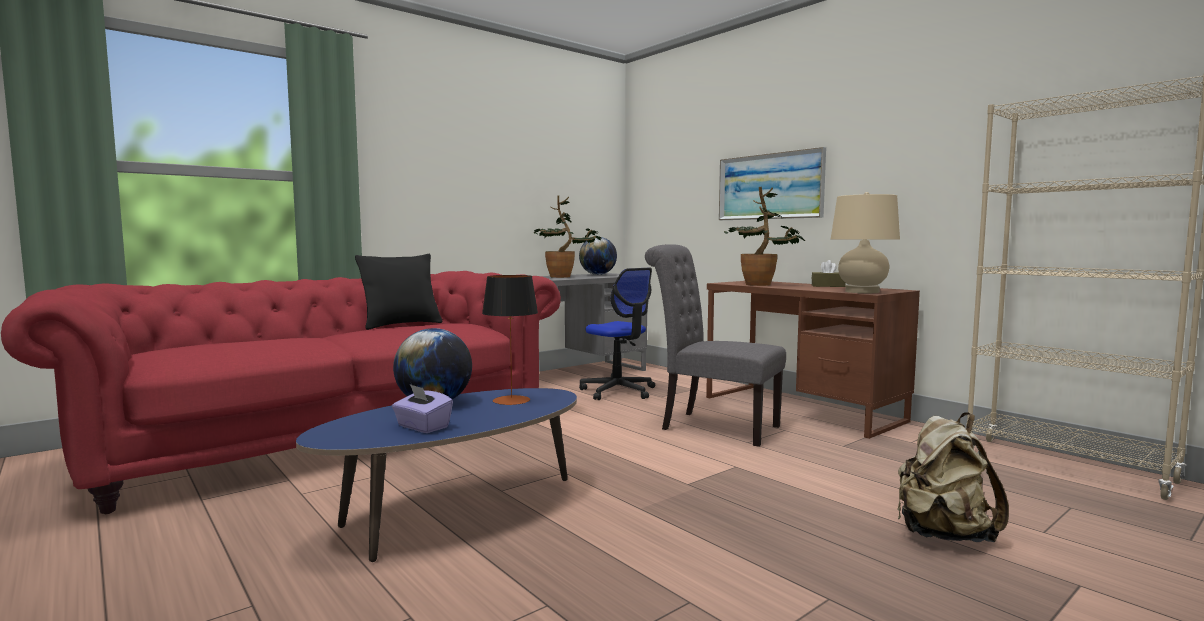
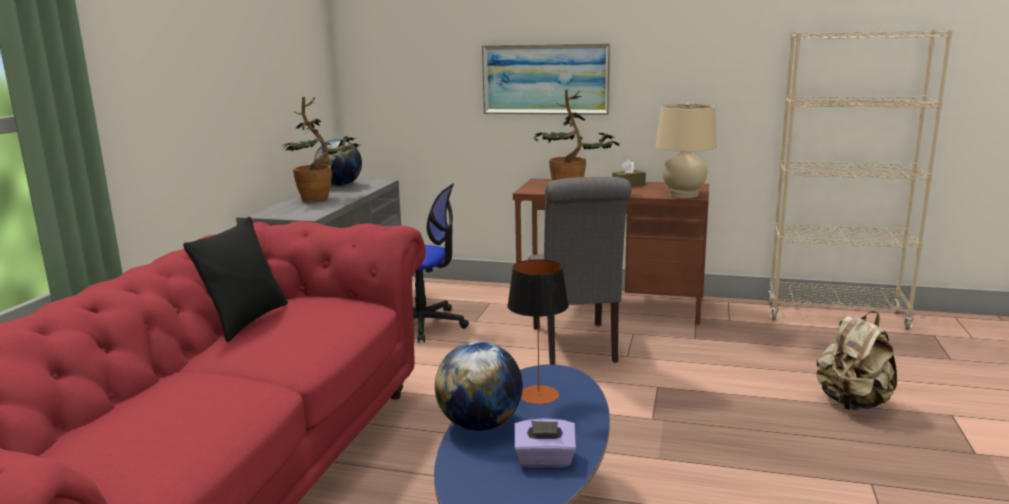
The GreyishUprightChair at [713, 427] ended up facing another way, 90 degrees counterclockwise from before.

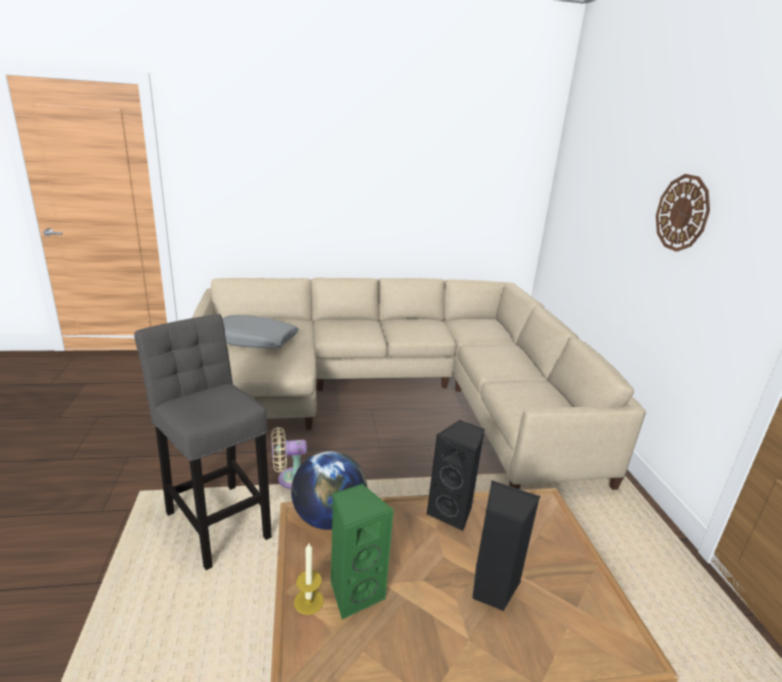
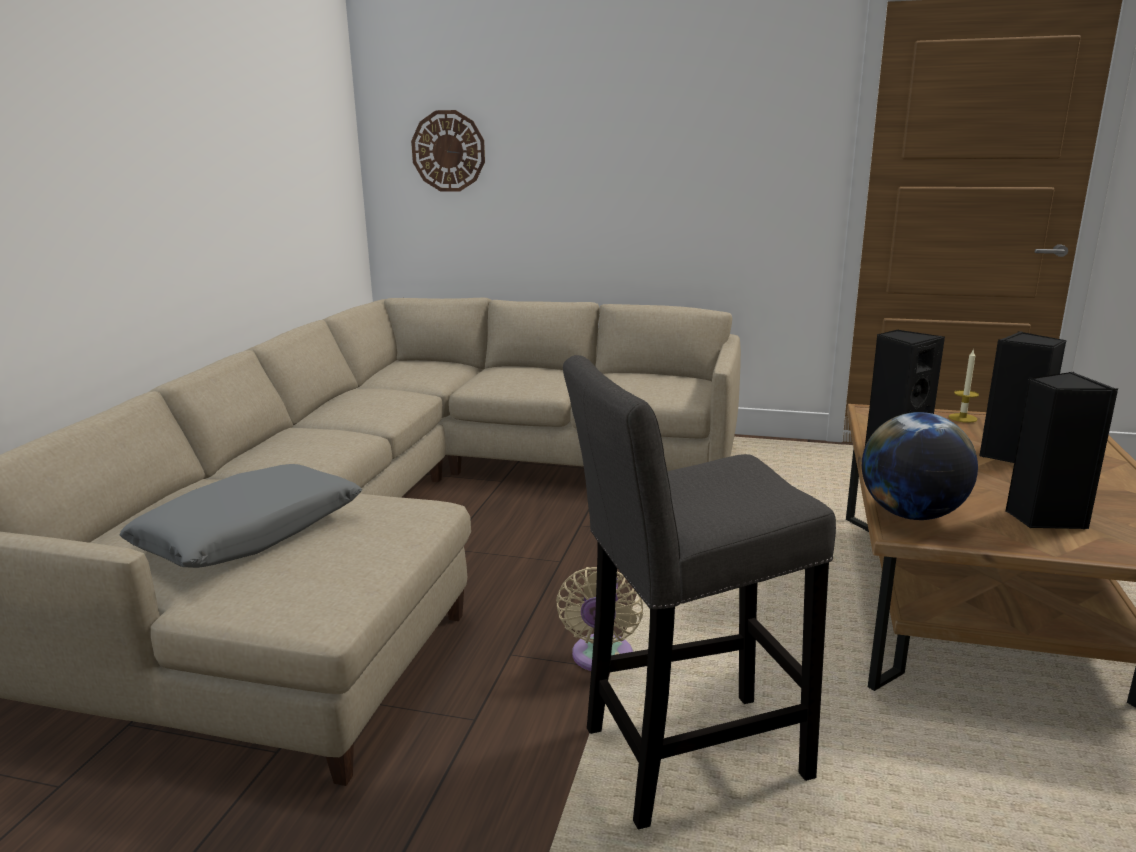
The WaxLight ended up elsewhere, having gone from [308, 601] to [962, 418].
The HangingClock ended up elsewhere, having gone from [682, 213] to [448, 151].
What was the GreenColouredAudioSpeaker at [355, 592] turned into the BlackAudioSpeaker at [1042, 517].

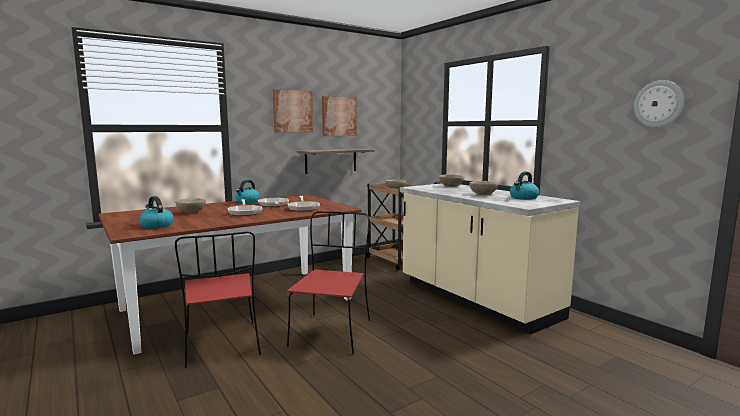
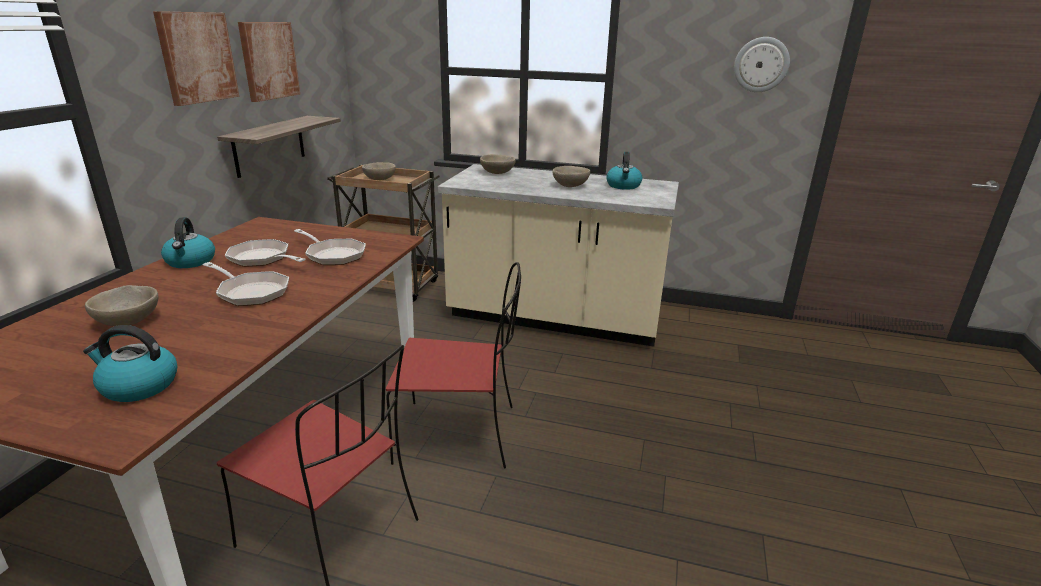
The ReddishUprightChair at [332, 332] ended up facing another way, 120 degrees clockwise from before.

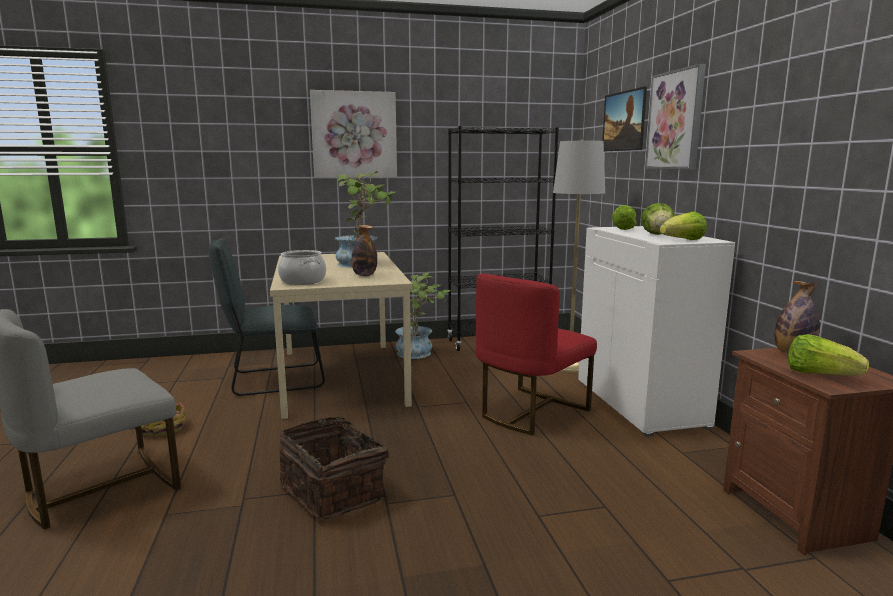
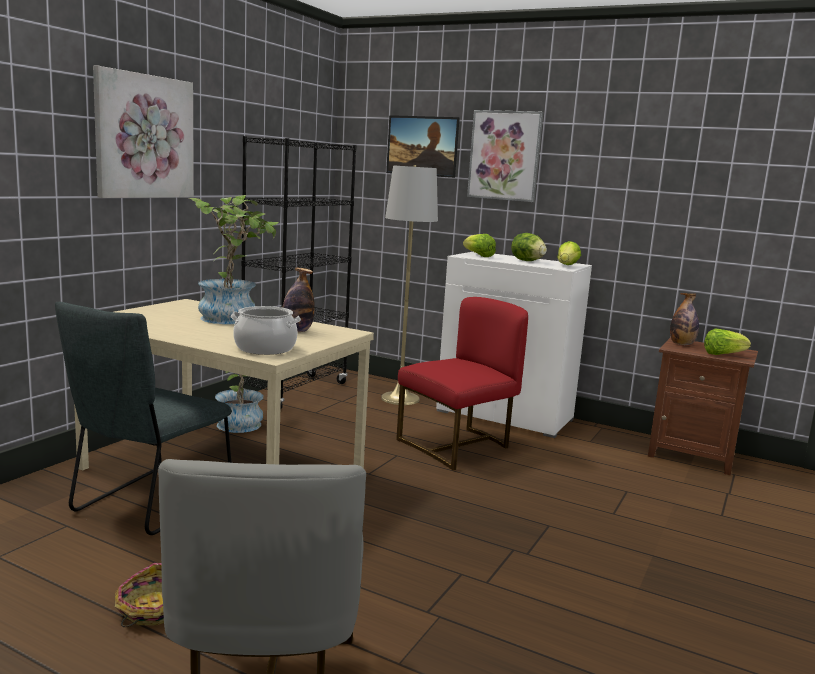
The second view lost the HouseholdBasket at [334, 490].
The ReddishUprightChair at [530, 412] ended up facing another way, 120 degrees counterclockwise from before.

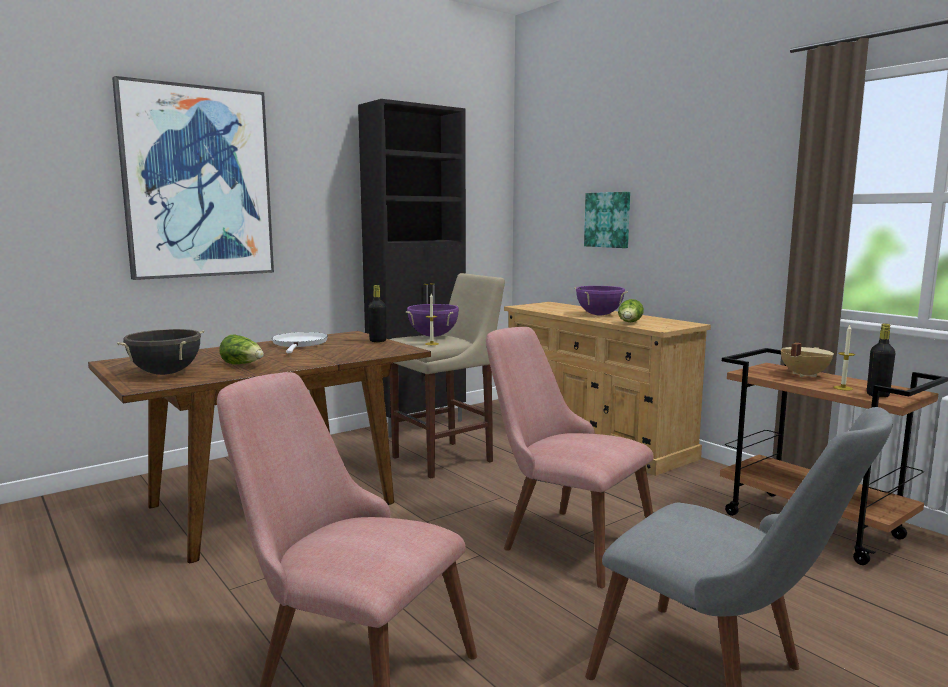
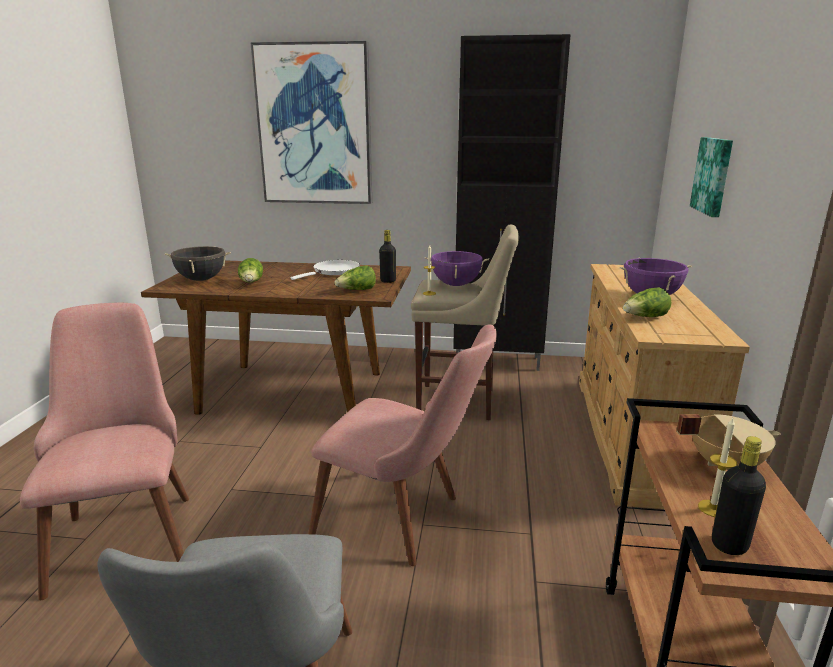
The second view gained the Lettuce at [357, 290].
The PinkColouredUprightChair at [562, 539] ended up facing another way, 120 degrees clockwise from before.

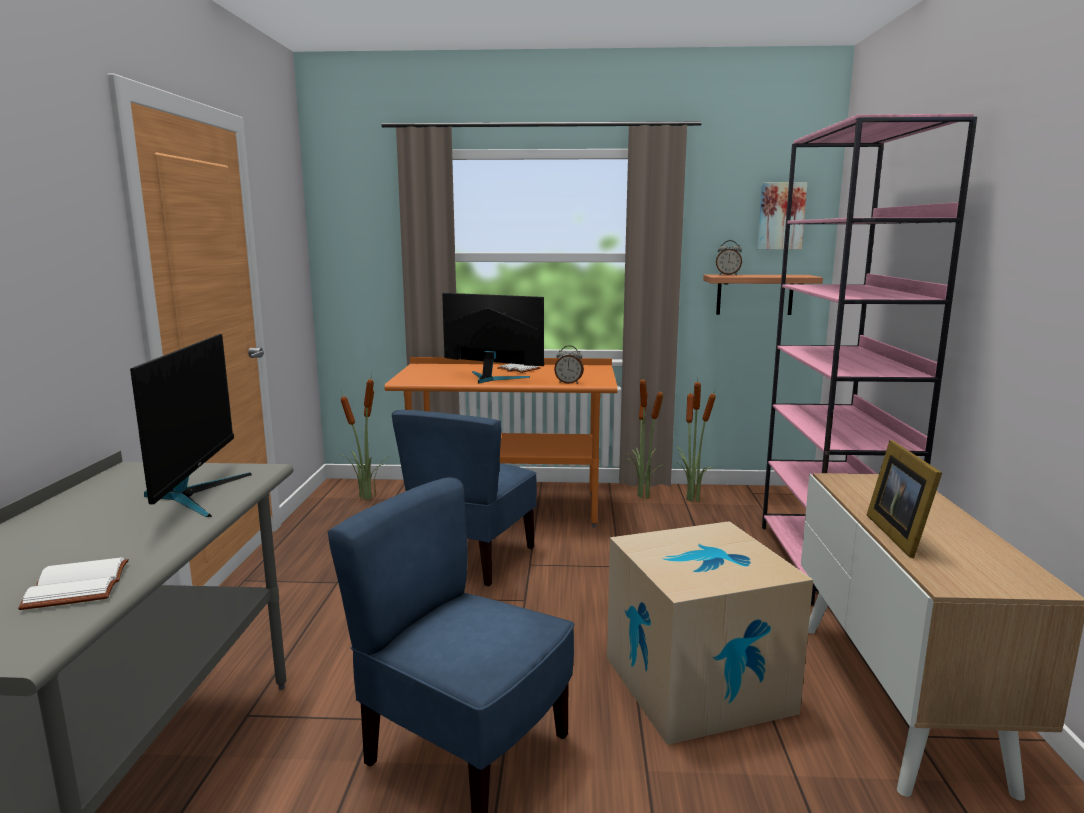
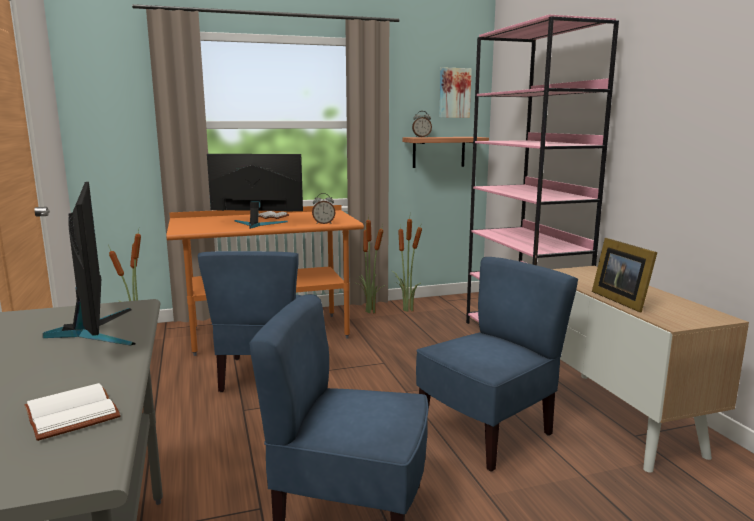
Where the CardboardBox stood at [697, 684], the BlueColouredUprightChair came to stand at [487, 432].

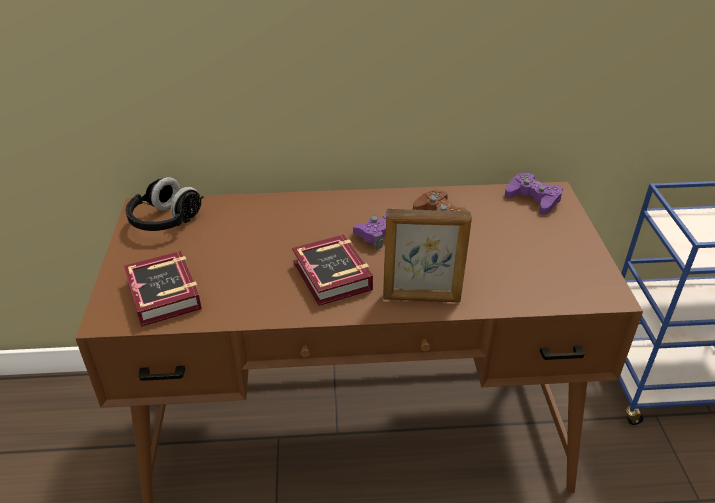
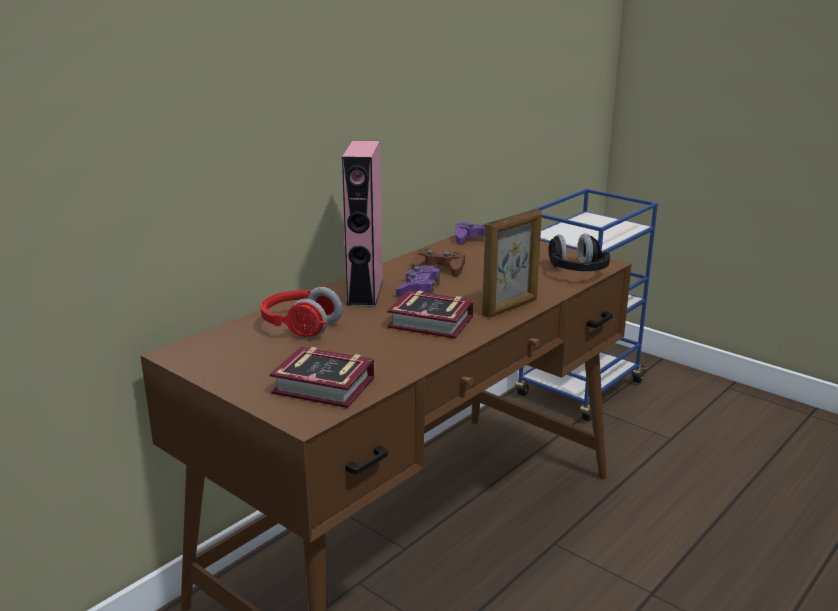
The second view gained the ReddishPairOfHeadphones at [301, 327].
The second view gained the PinkColouredAudioSpeaker at [365, 292].
The BlackPairOfHeadphones ended up elsewhere, having gone from [166, 221] to [576, 272].

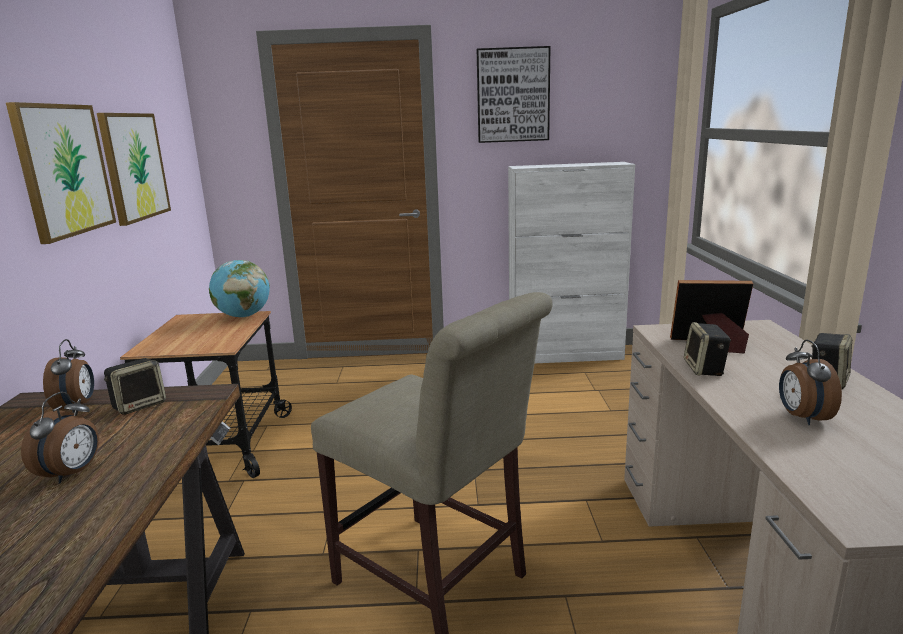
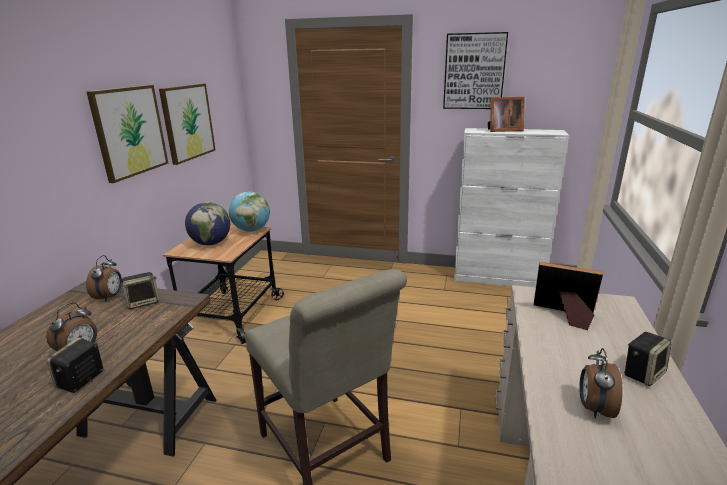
The second view gained the WorldGlobe at [211, 243].
The second view gained the PhotoFrame at [503, 130].
The AudioSpeaker ended up elsewhere, having gone from [705, 369] to [81, 381].

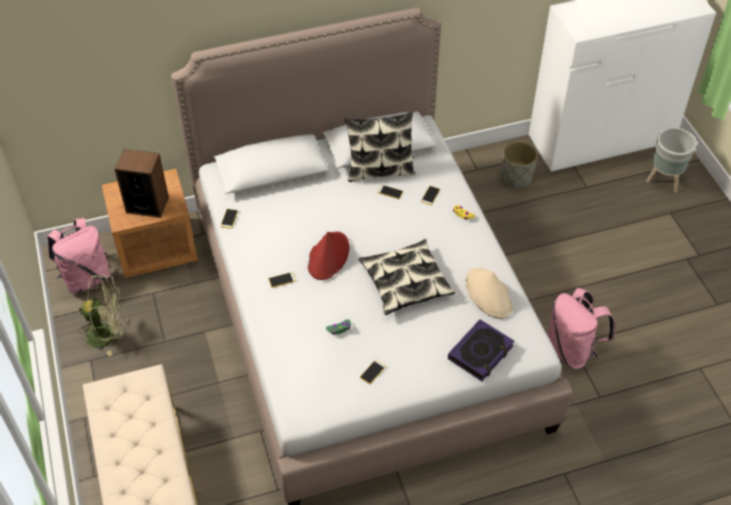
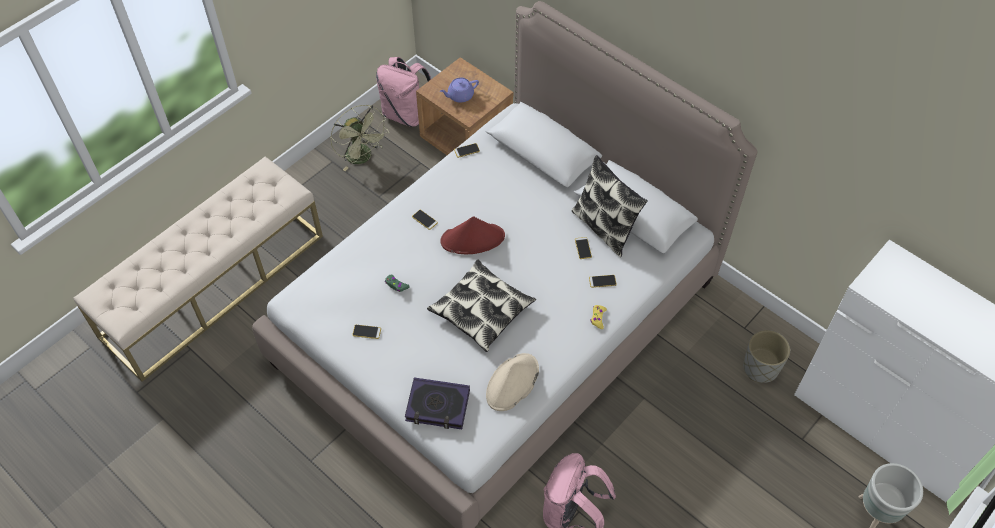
Where the AudioSpeaker stood at [147, 205], the PurpleColouredTeaPot came to stand at [460, 96].

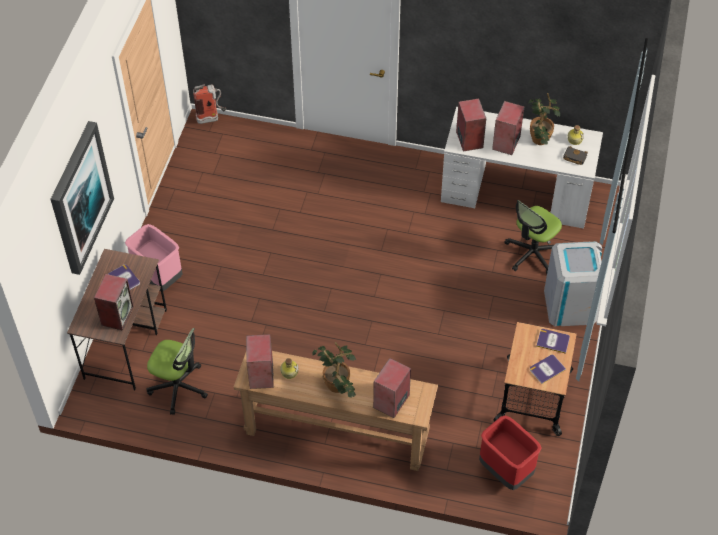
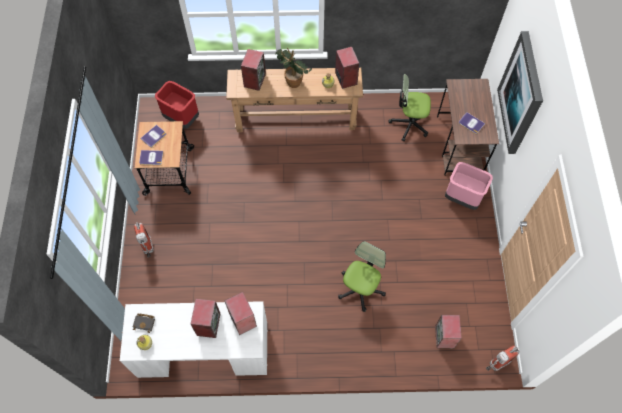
The second view lost the PottedPlant at [538, 142].
The AudioSpeaker ended up elsewhere, having gone from [117, 315] to [445, 337].
The ComputerChair ended up elsewhere, having gone from [532, 254] to [360, 289].
Where the GreyishTrashCan stood at [570, 305], the Extinguisher came to stand at [148, 249].

